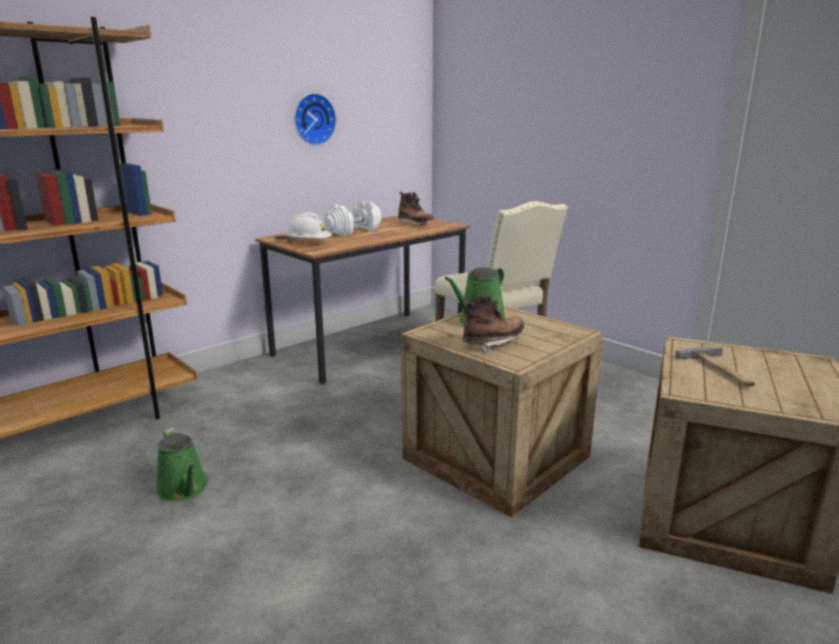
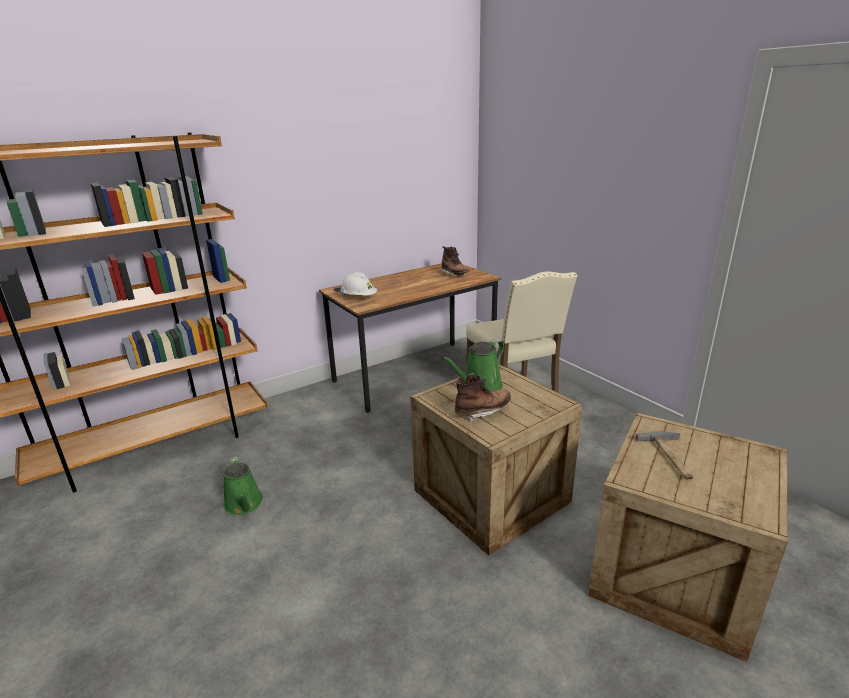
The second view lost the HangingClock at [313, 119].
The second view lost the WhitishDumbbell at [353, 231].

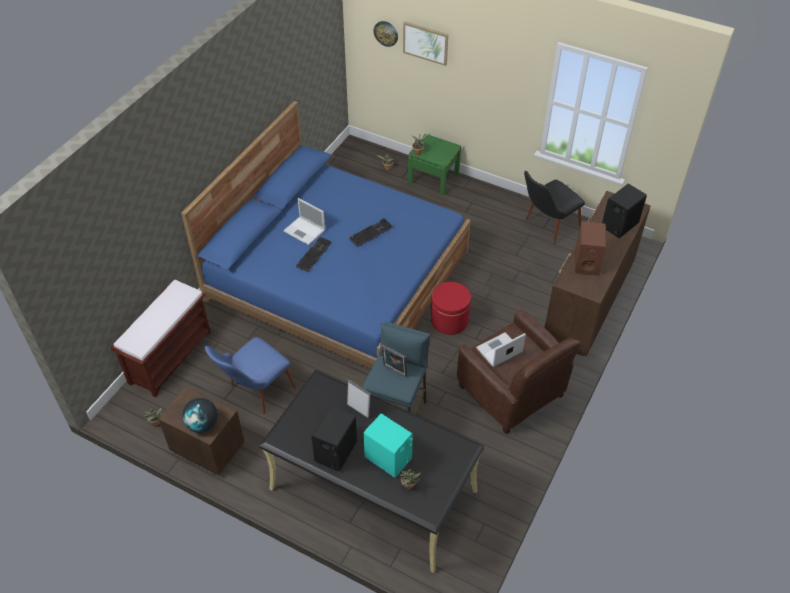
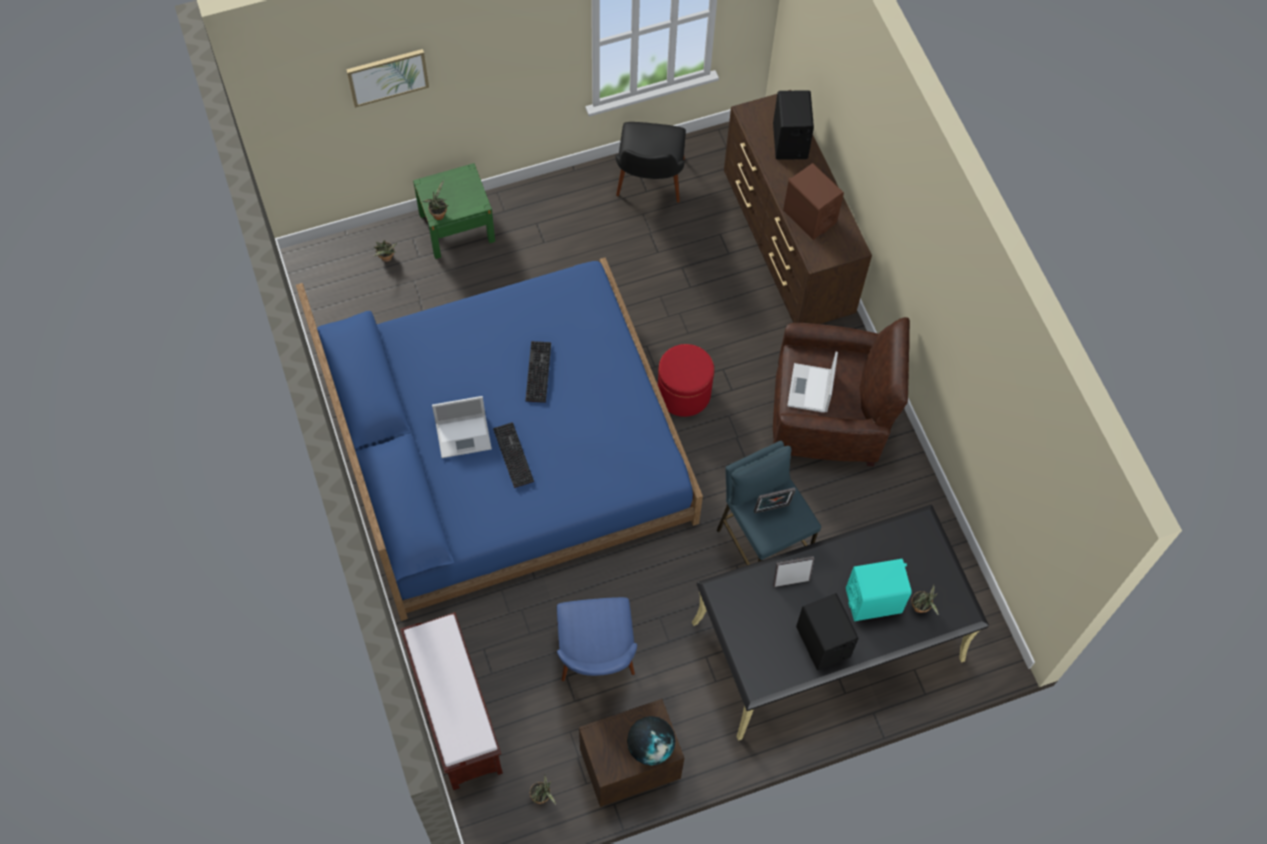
The second view lost the HangingClock at [386, 33].

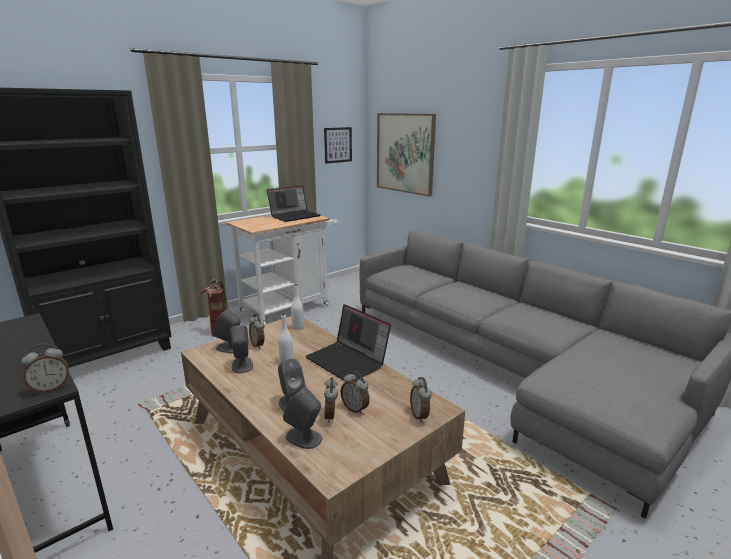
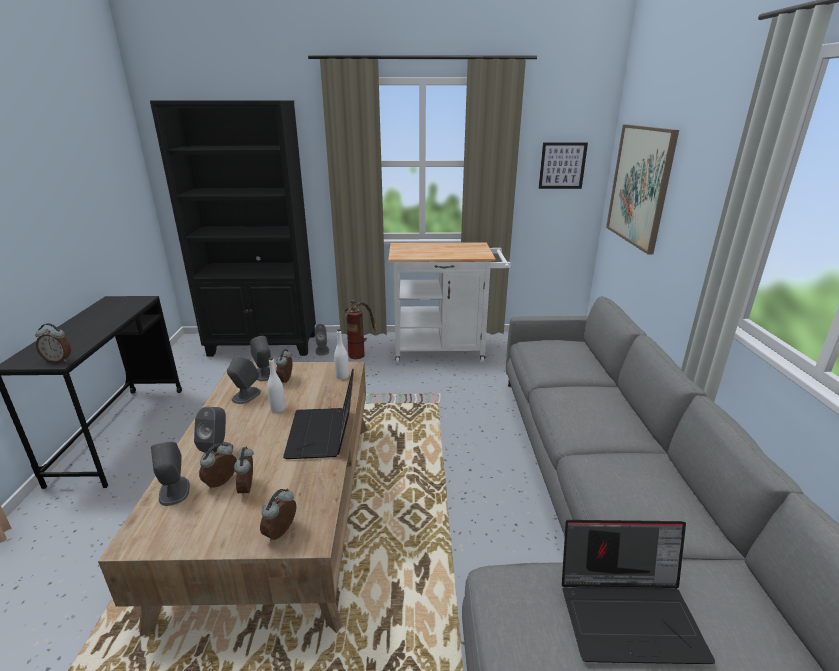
The second view gained the GreyishAudioSpeaker at [322, 350].
The Laptop ended up elsewhere, having gone from [295, 216] to [630, 613].

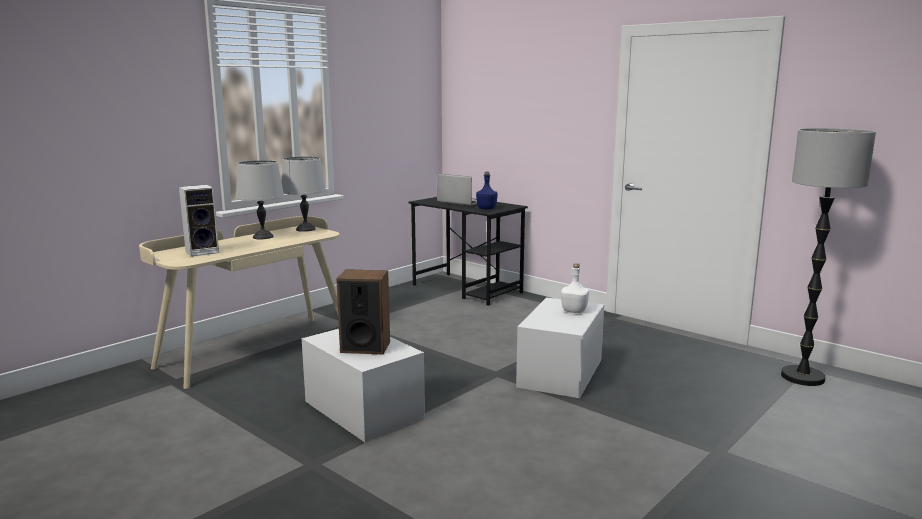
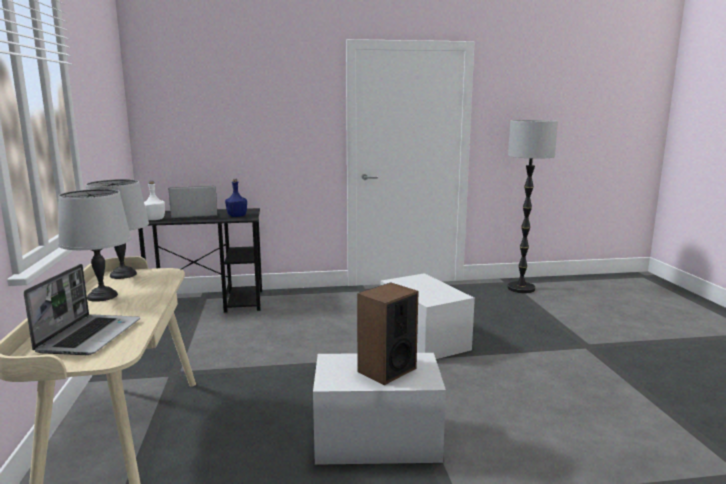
The WhitishDrinkBottle ended up elsewhere, having gone from [573, 311] to [154, 219].
Where the AudioSpeaker stood at [203, 252], the Laptop came to stand at [89, 336].

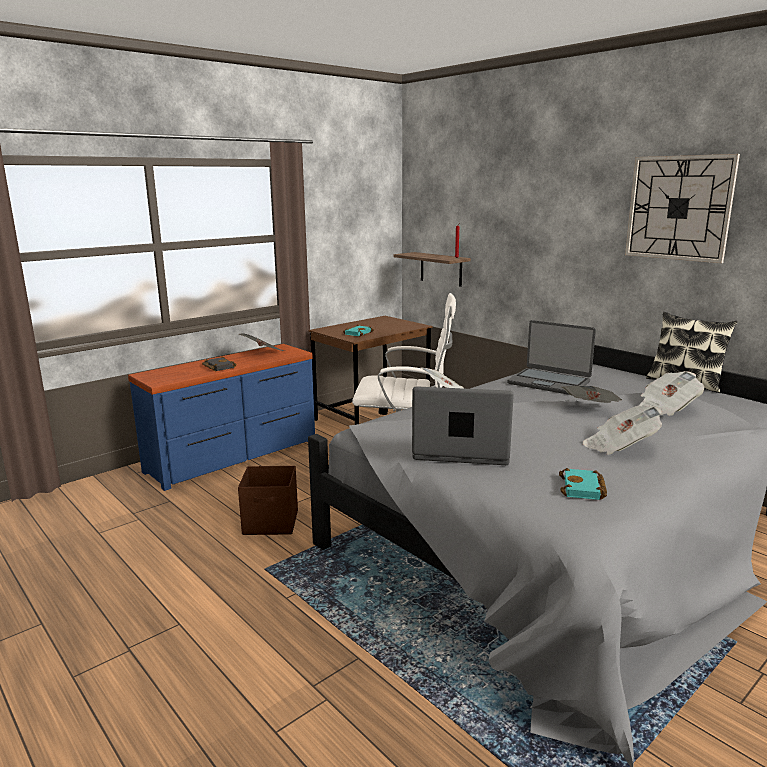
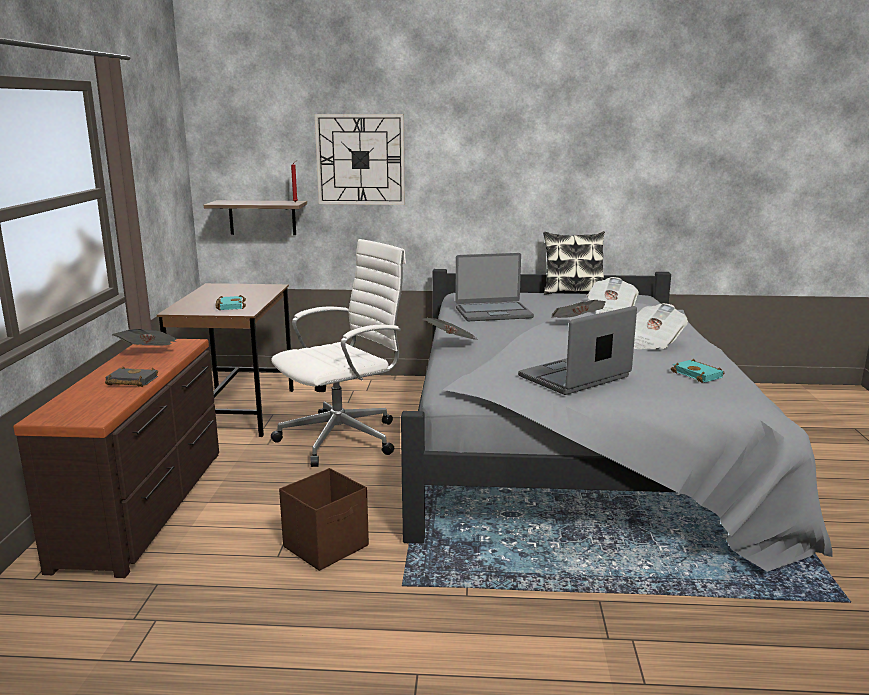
The HangingClock ended up elsewhere, having gone from [679, 208] to [360, 159].
What was the BlueColouredDrawerChest at [234, 457] turned into the BrownDrawerChest at [146, 506].

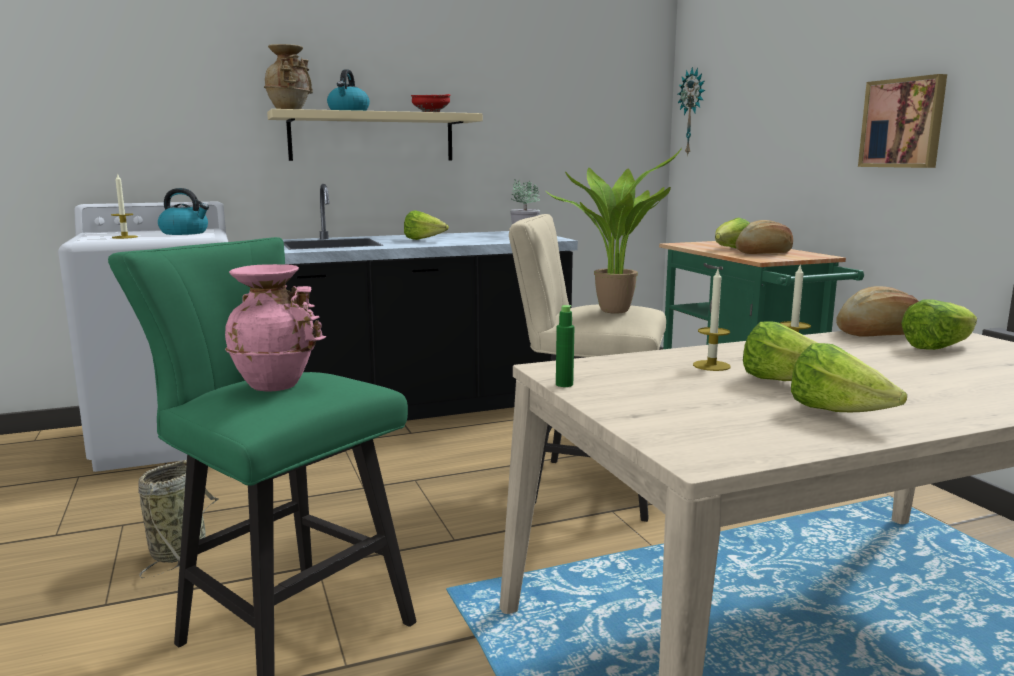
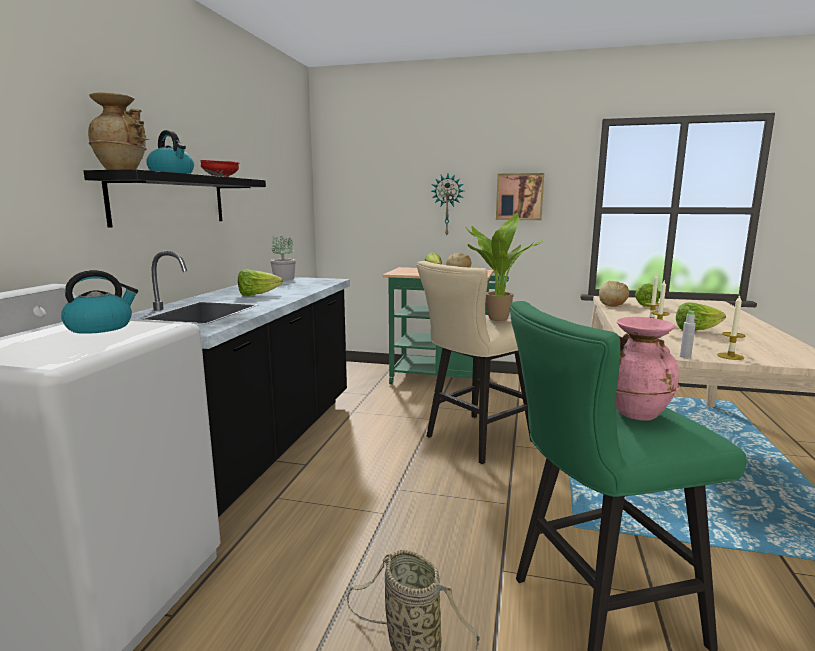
The second view lost the Lettuce at [837, 413].
The WaxLight ended up elsewhere, having gone from [124, 237] to [730, 356].
The HangingClock ended up elsewhere, having gone from [693, 112] to [447, 205].
What was the BeigeWallShelf at [372, 137] turned into the BlackWallShelf at [170, 200].
What was the GreenColouredDrinkBottle at [564, 384] turned into the GreyishDrinkBottle at [685, 357].

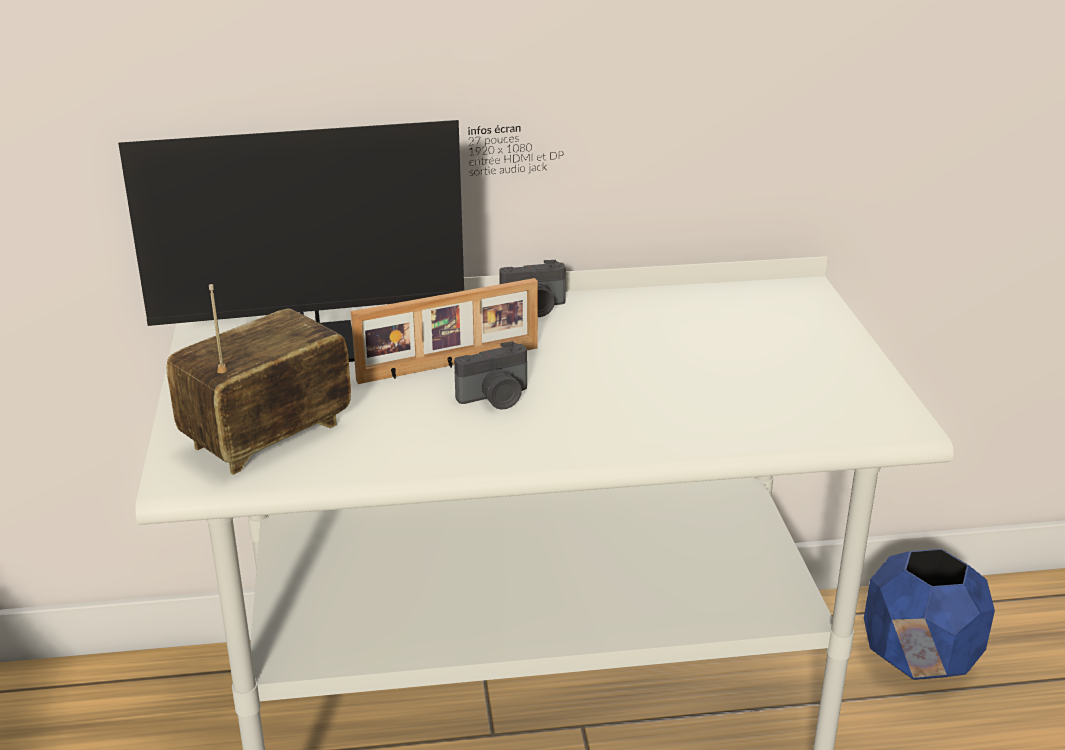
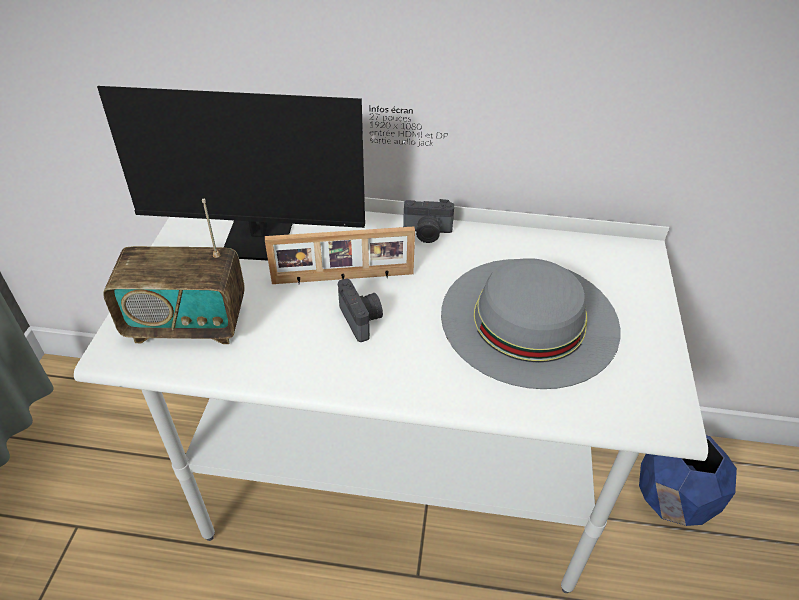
The second view gained the GreyishClothingHat at [529, 319].
The RadioReceiver at [268, 438] ended up facing another way, 150 degrees counterclockwise from before.
The PhotoCamera at [496, 398] ended up facing another way, 105 degrees counterclockwise from before.

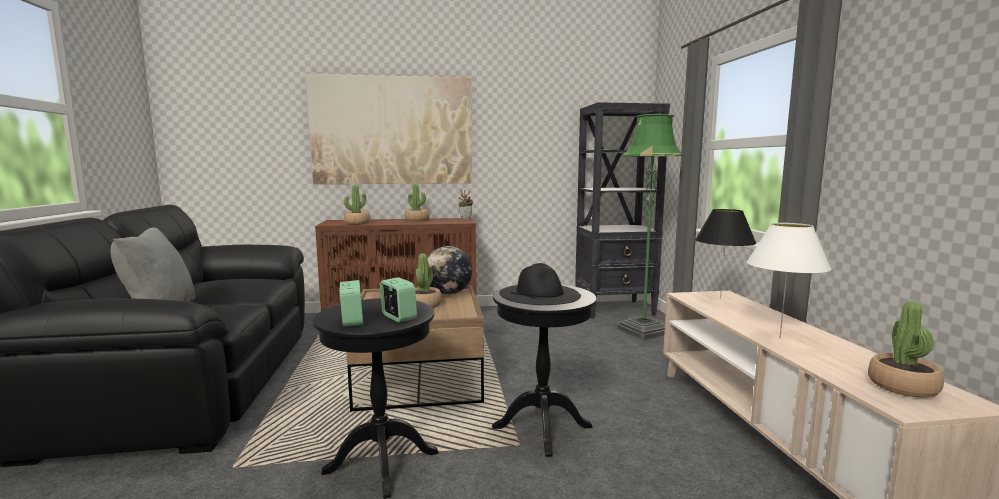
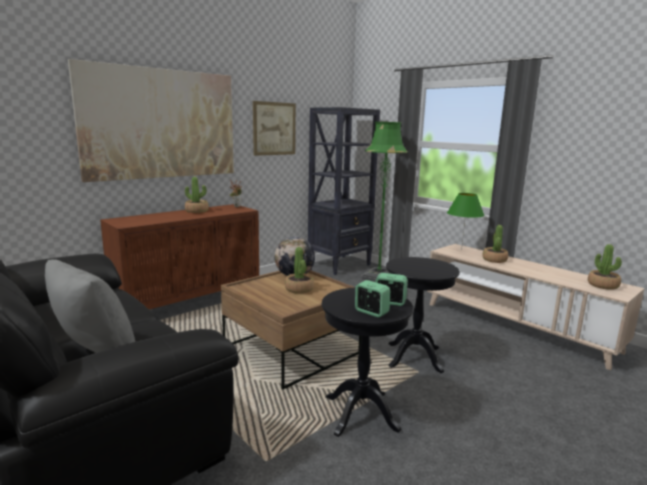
The second view lost the BlackClothingHat at [540, 294].
The second view lost the WhitishTableLamp at [780, 338].
The second view gained the WallPicture at [274, 128].
The PottedPlant ended up elsewhere, having gone from [357, 223] to [494, 260].
What was the BlackTableLamp at [720, 298] turned into the GreenColouredTableLamp at [461, 250].

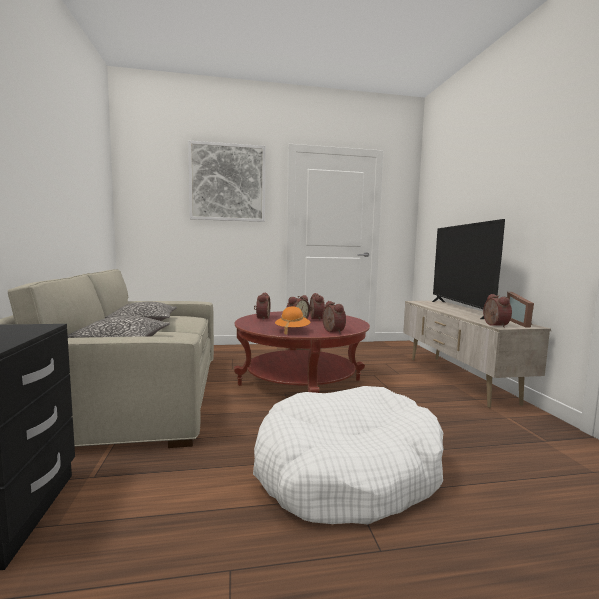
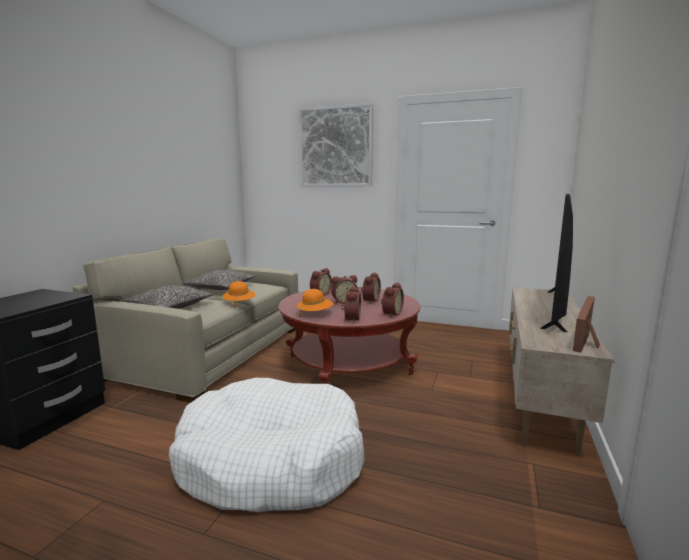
The second view gained the OrangeColouredClothingHat at [239, 303].
The TableClock ended up elsewhere, having gone from [494, 325] to [391, 314].

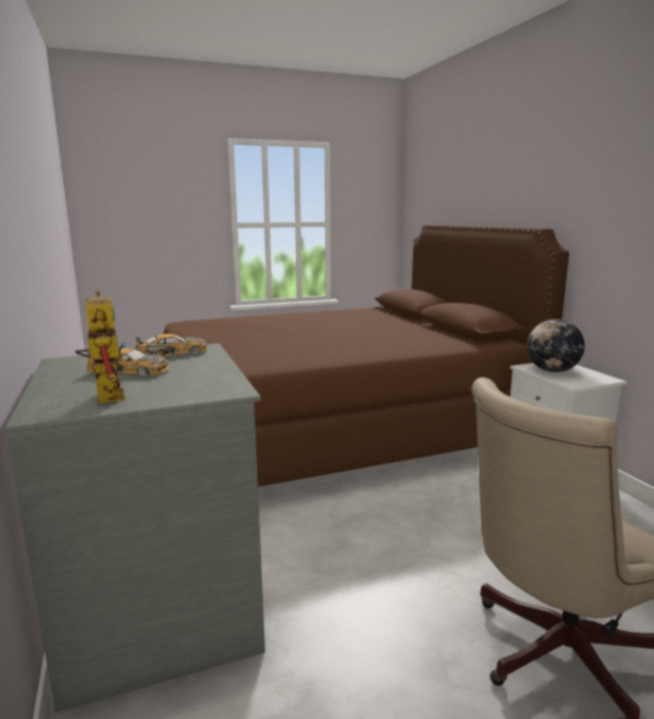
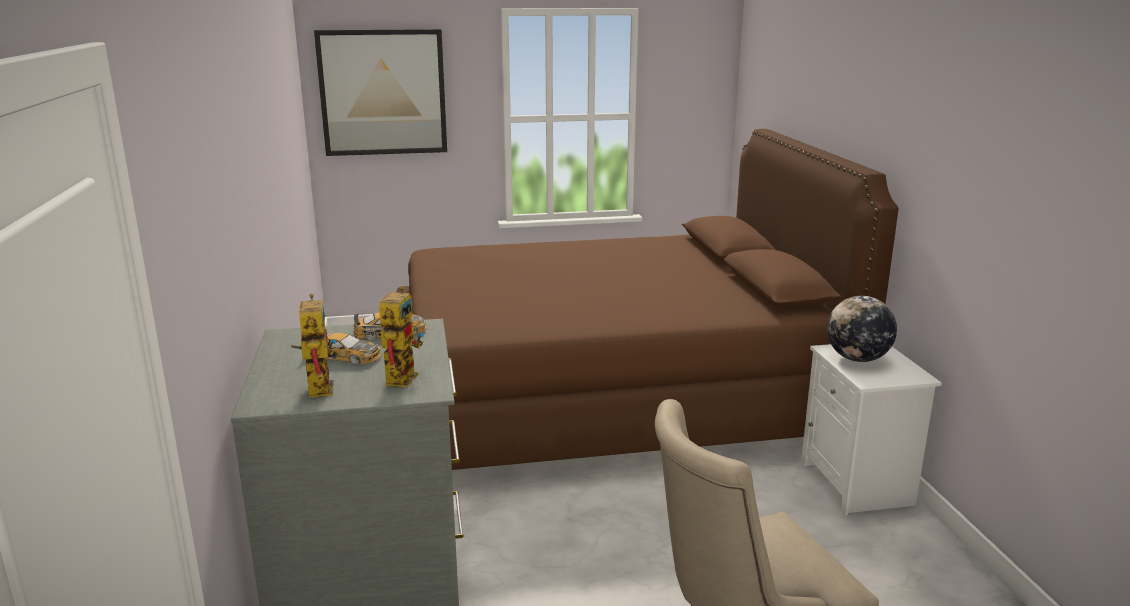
The second view gained the WallPicture at [383, 92].
The second view gained the RobotFigure at [401, 376].

